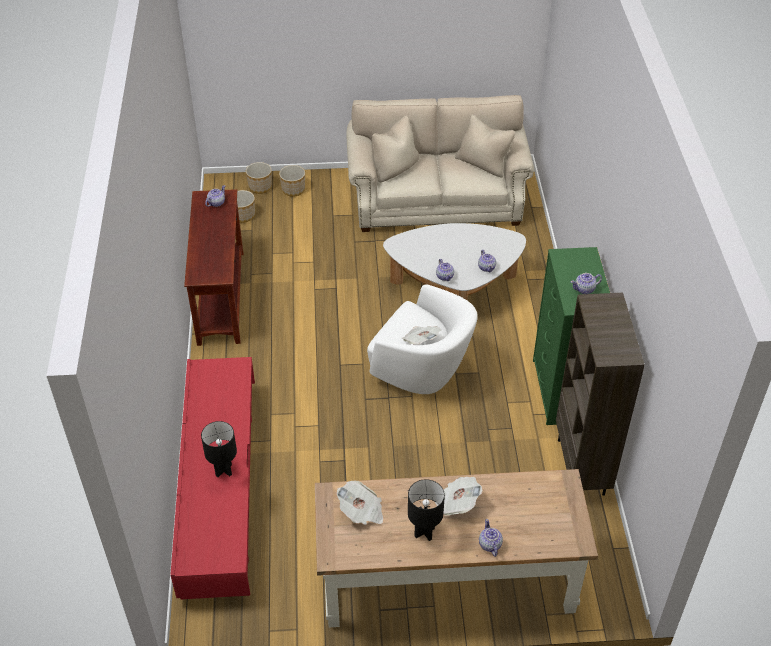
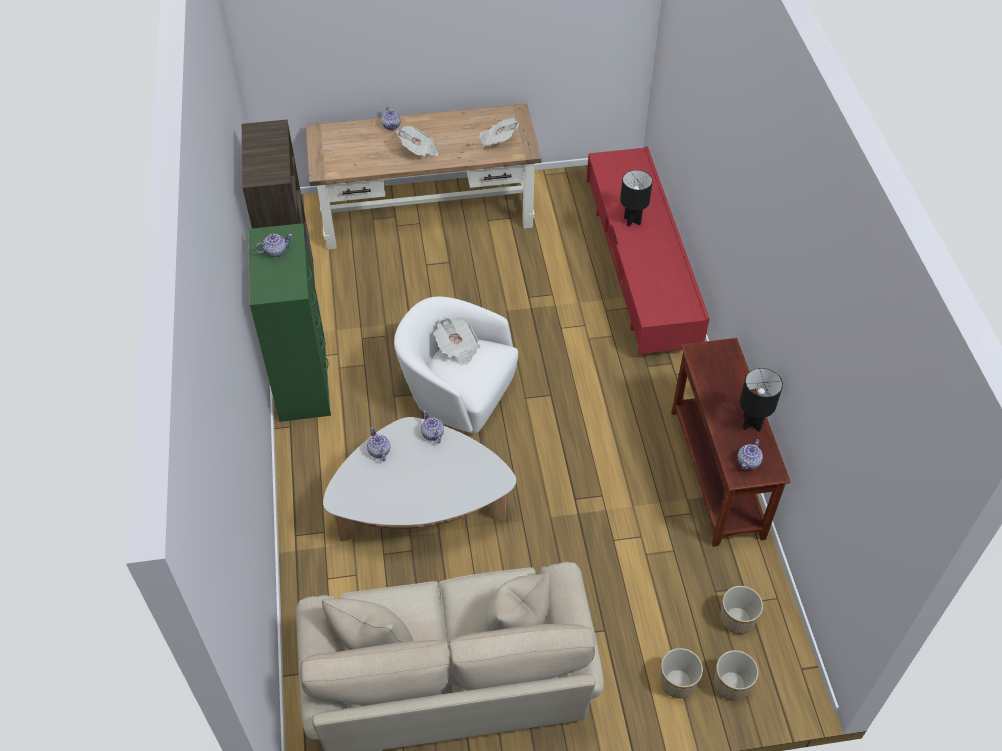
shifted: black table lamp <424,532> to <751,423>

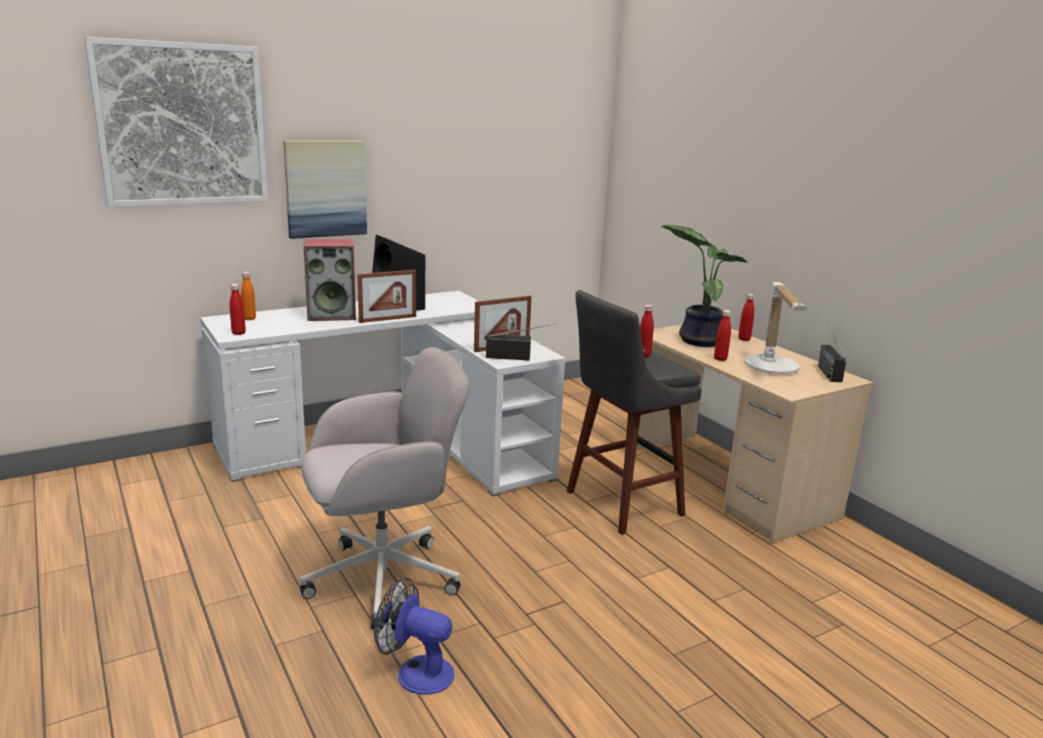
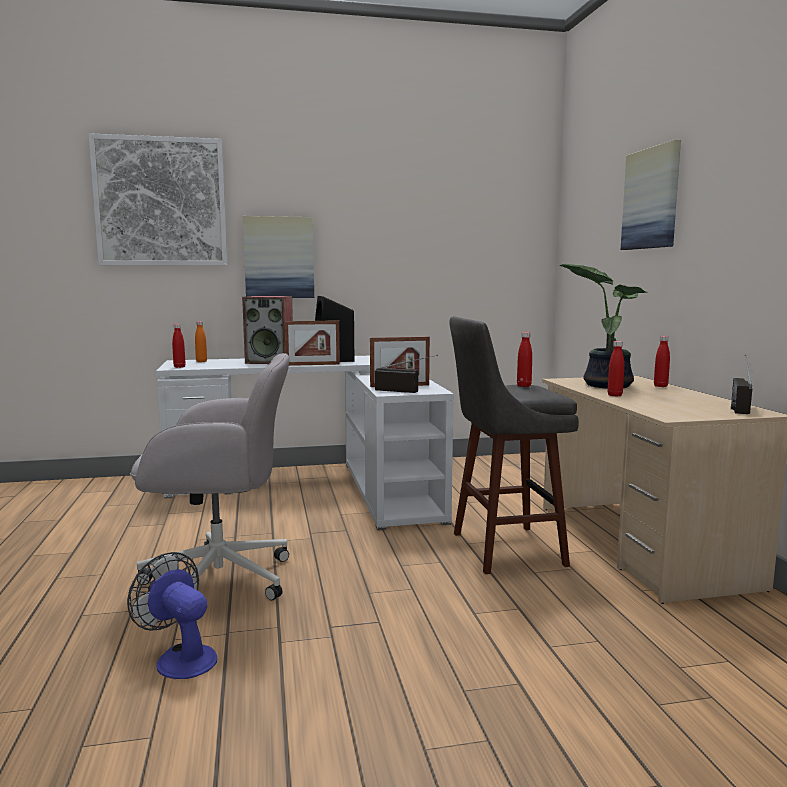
gone: table lamp <772,369>
new: picture <651,198>

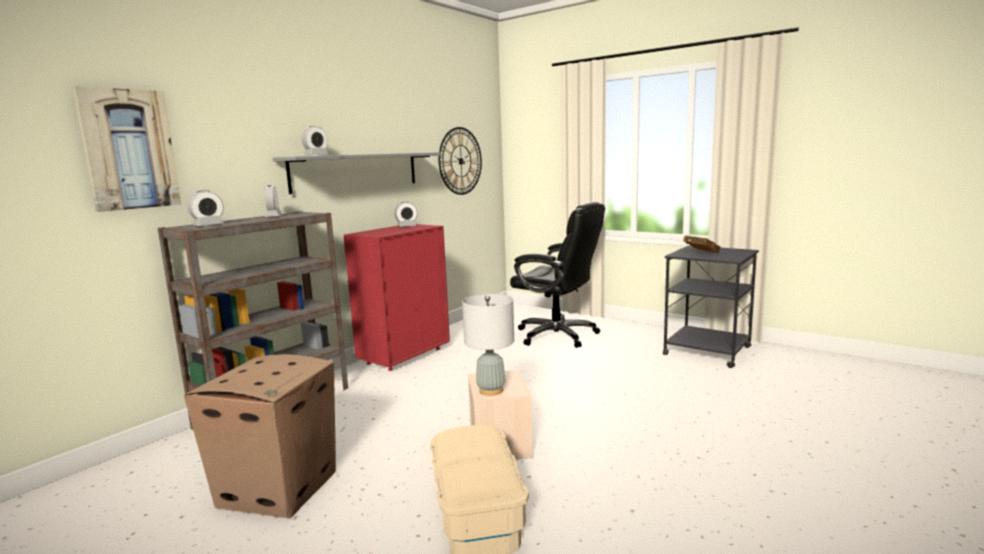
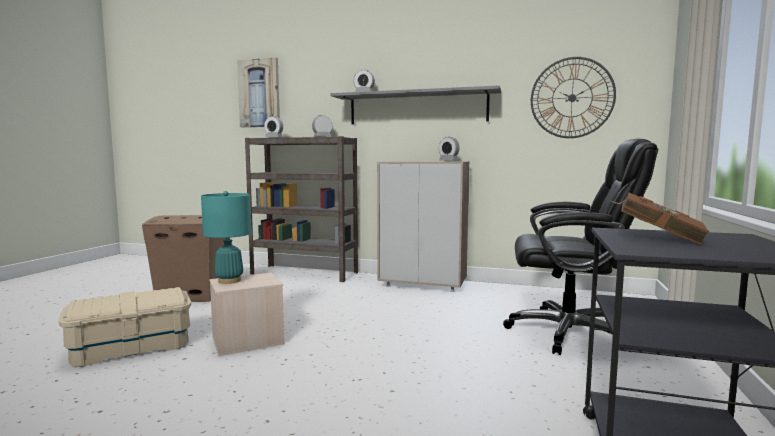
repainted: red cabinet <405,355> to beige cabinet <424,284>; grey table lamp <491,390> to turquoise table lamp <229,280>
rotated: black office chair <557,335> = <568,332> 90 degrees counterclockwise

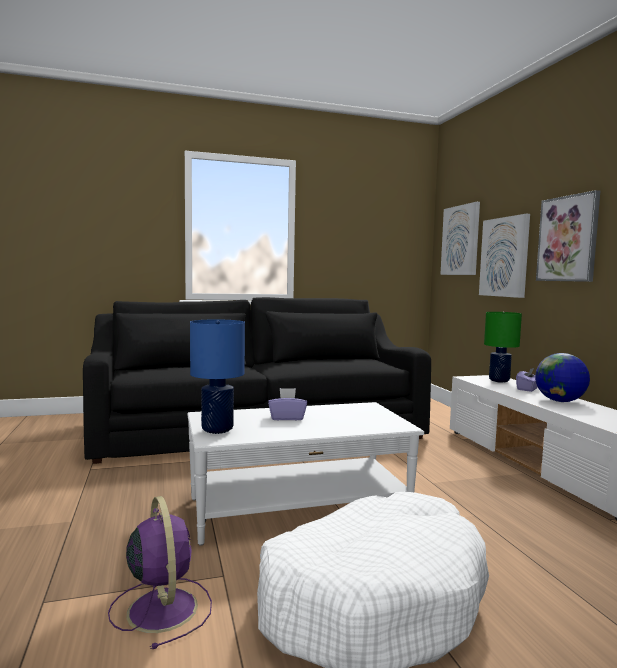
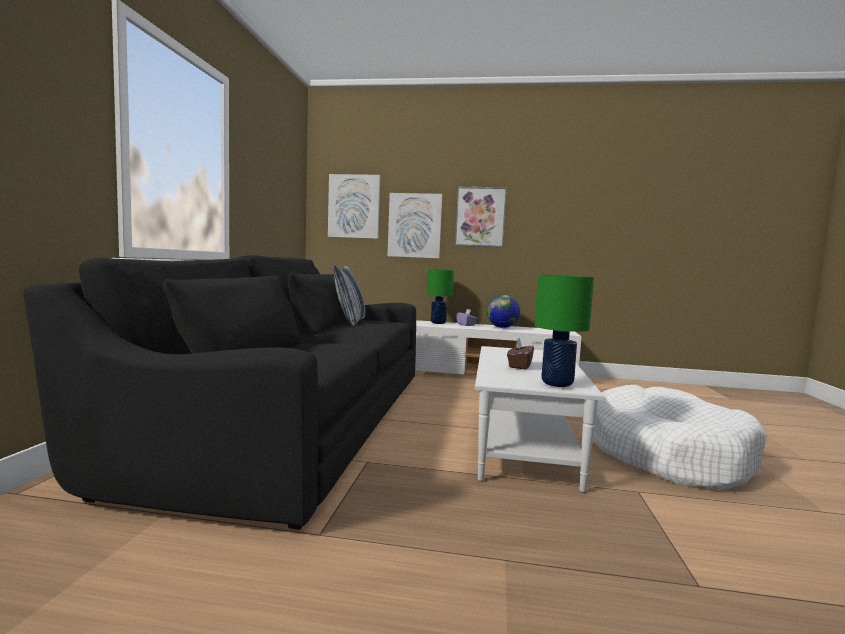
gone: purple fan <162,607>
new: pillow <350,322>
repainted: blue table lamp <217,431> to green table lamp <557,385>; purple tissue box <287,417> to brown tissue box <519,366>

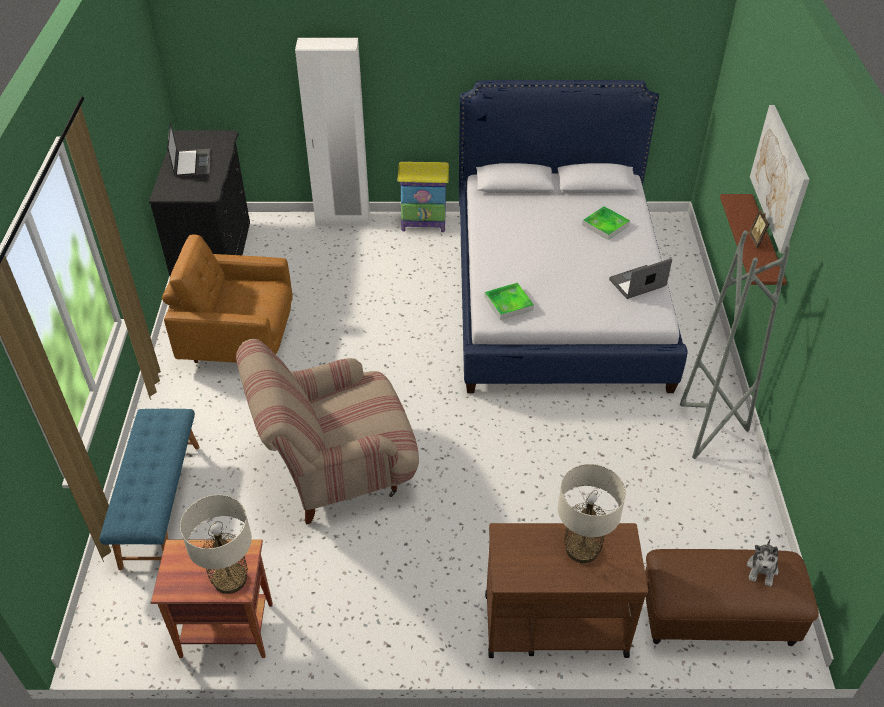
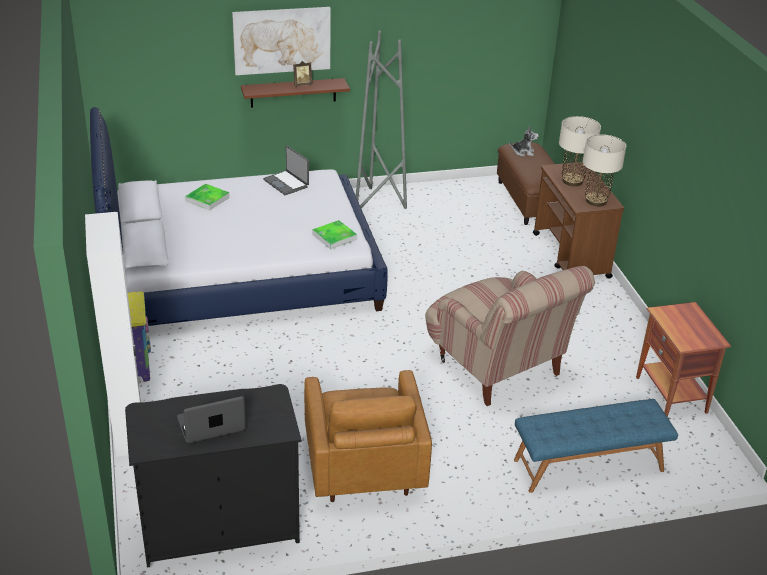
shifted: table lamp <230,579> to <596,201>

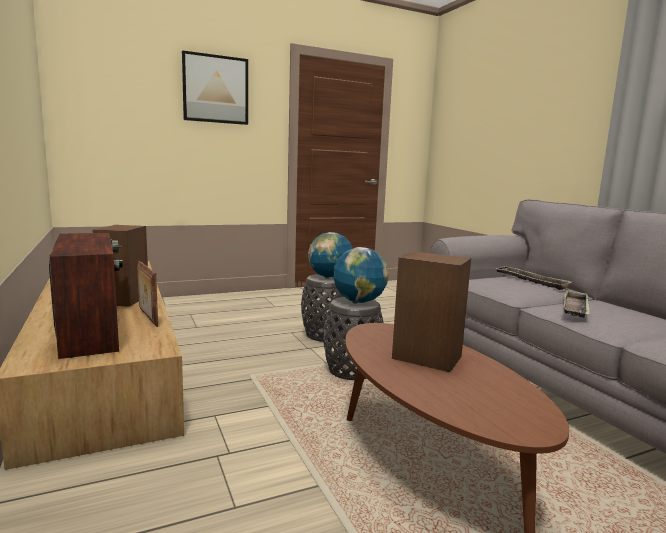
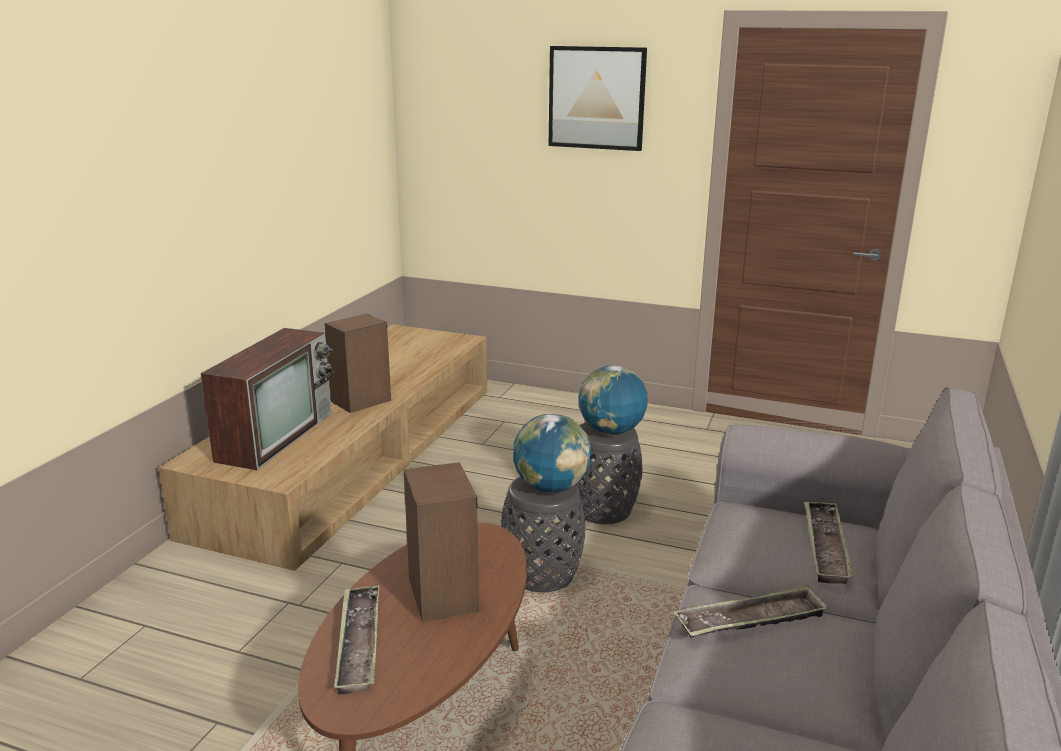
gone: picture frame <147,317>
new: tray <359,643>

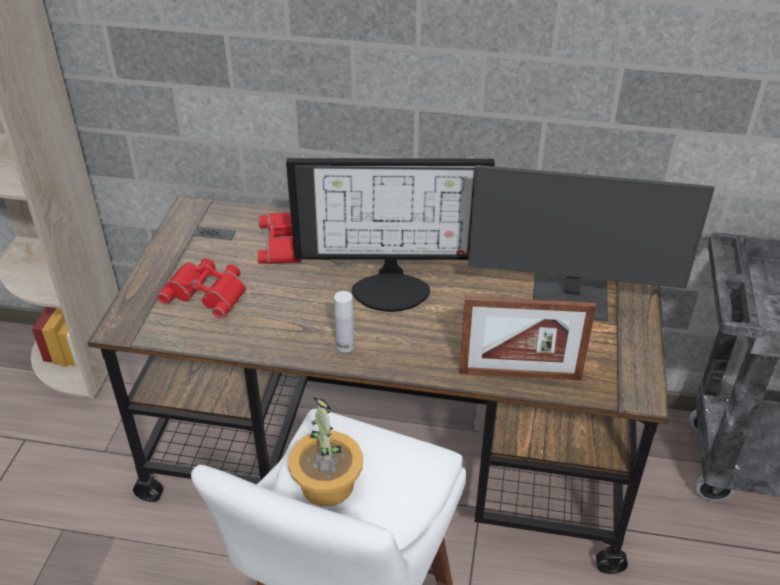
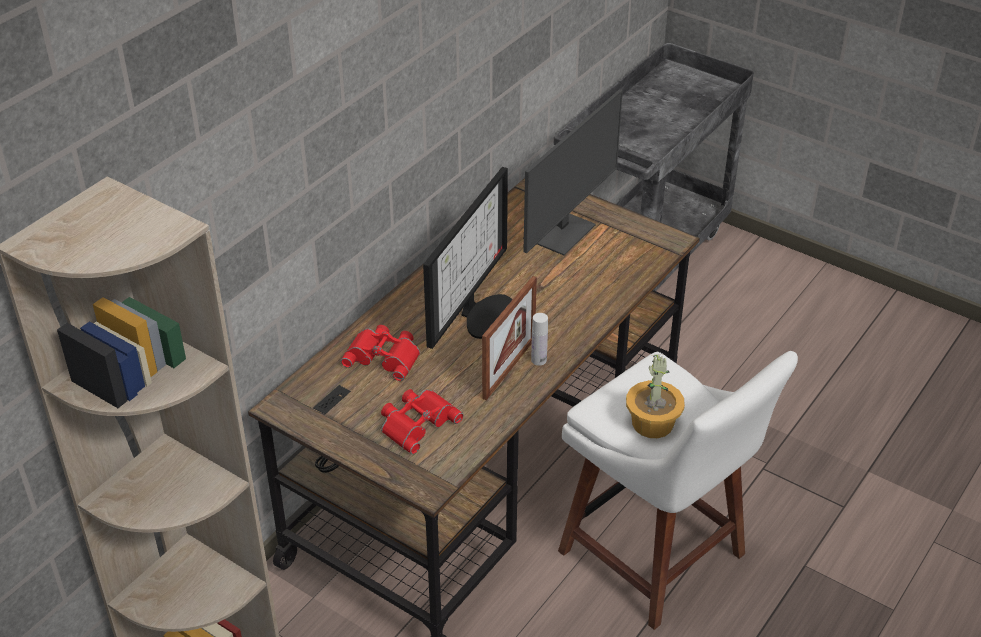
shifted: picture frame <520,375> to <509,368>

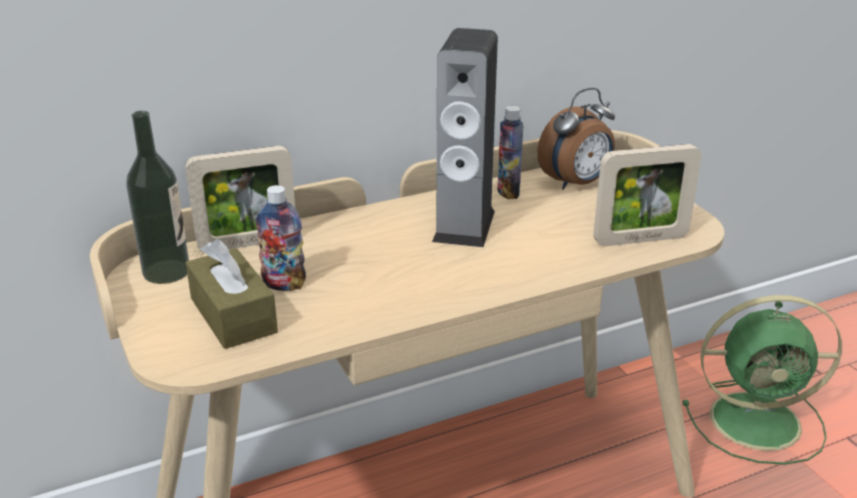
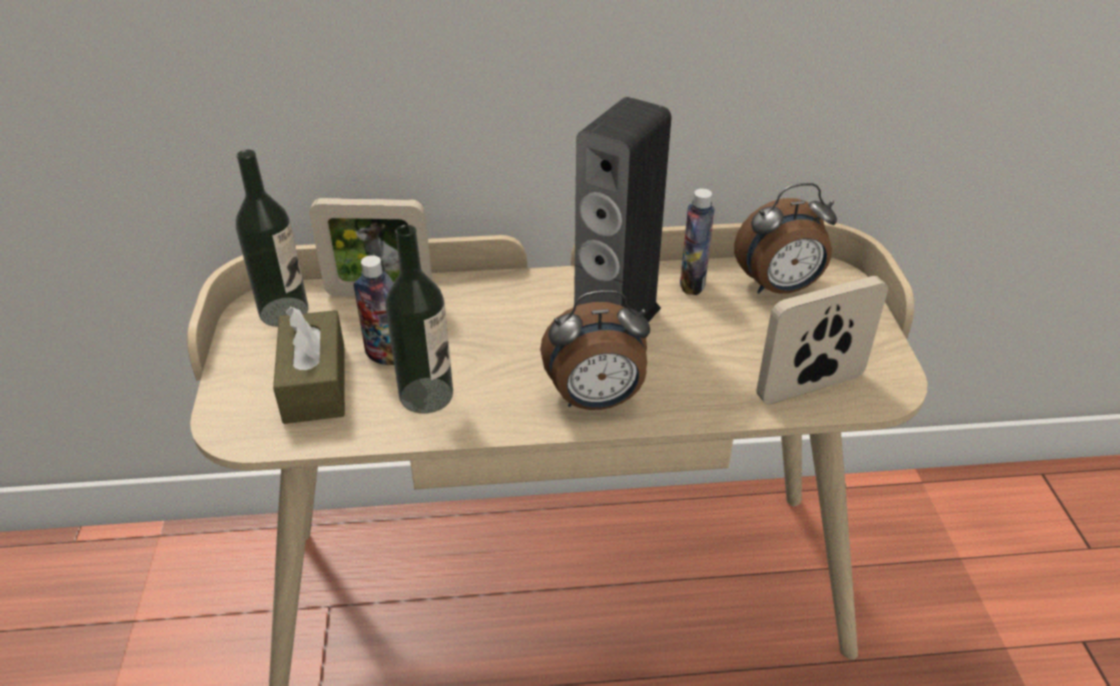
gone: green fan <759,421>
new: bottle <426,395>; alarm clock <596,401>
rotated: picture frame <640,239> = <810,387> 150 degrees clockwise

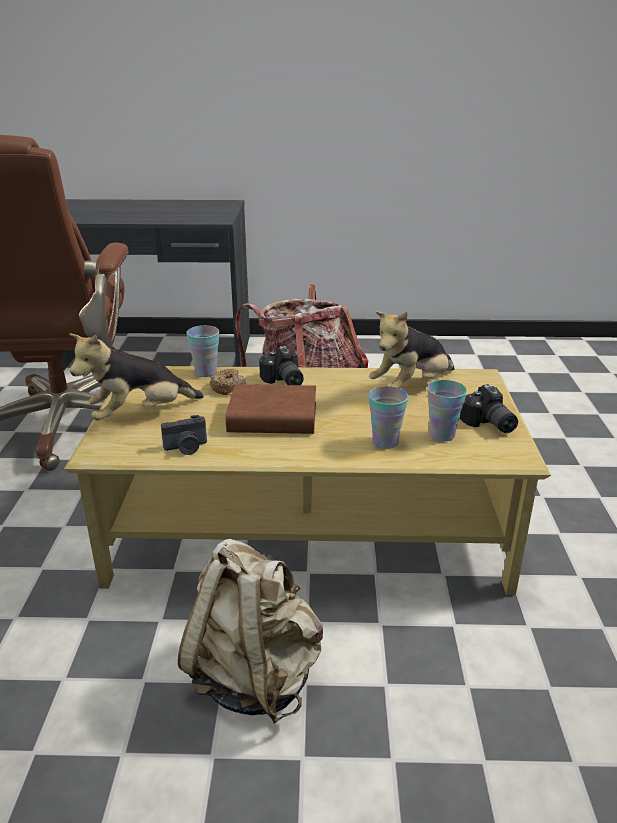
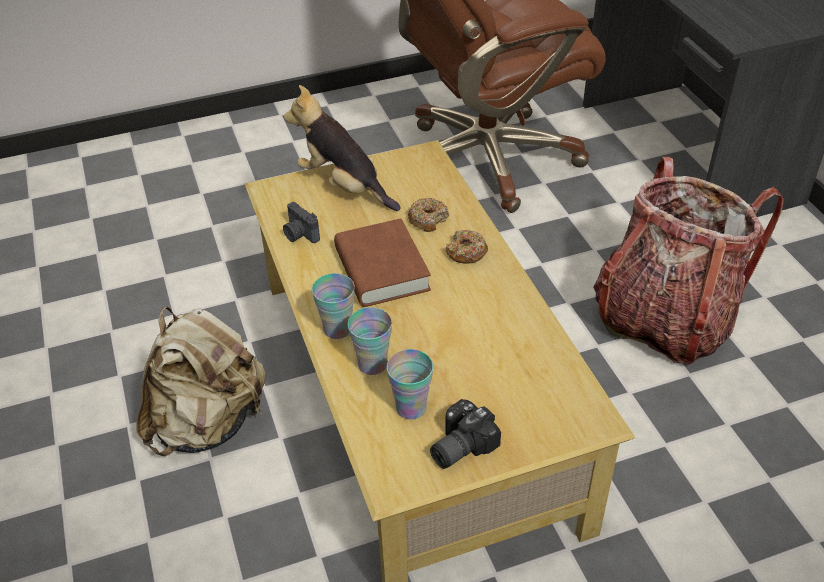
gone: plush toy <411,387>
shifted: cup <206,372> to <337,329>
swapped: photo camera <283,381> to donut <466,252>

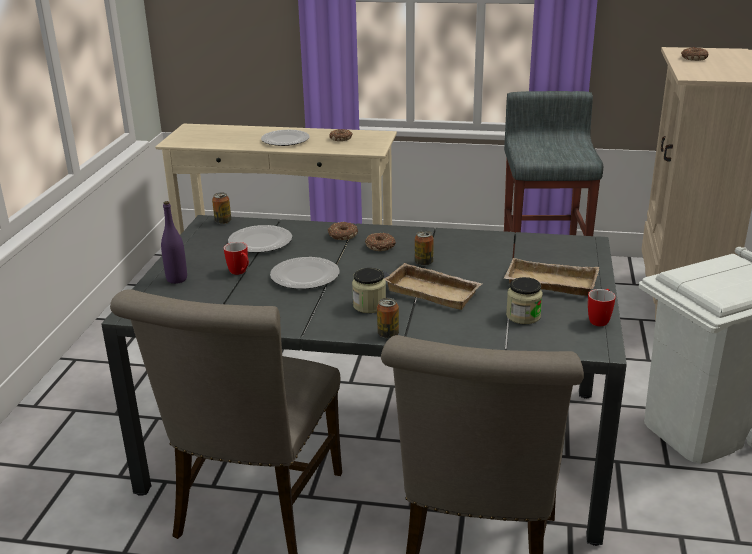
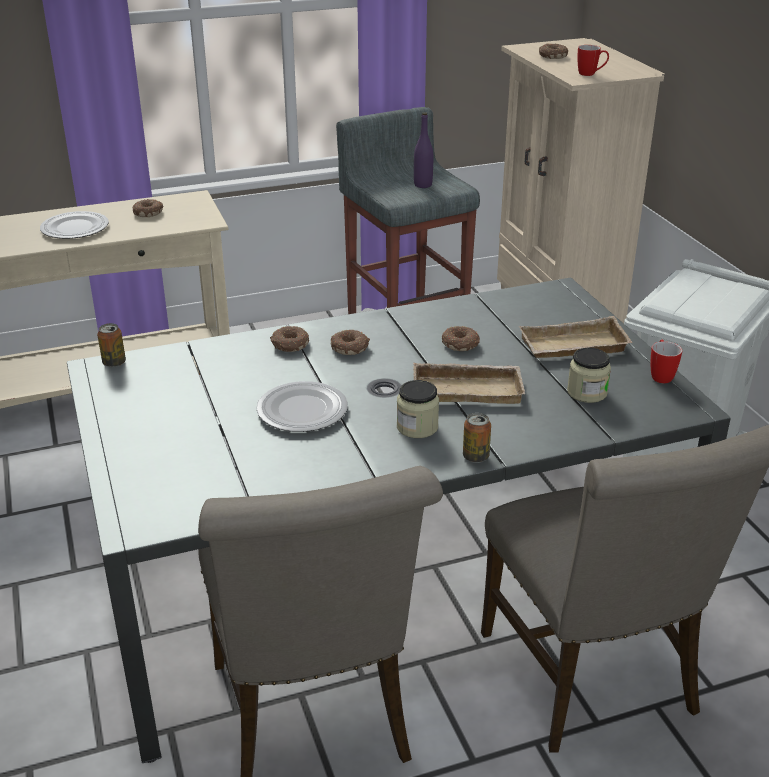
gone: plate <261,242>; can <423,263>
new: donut <461,344>
shifted: purple bottle <177,279> to <423,185>; mug <240,273> to <591,74>

